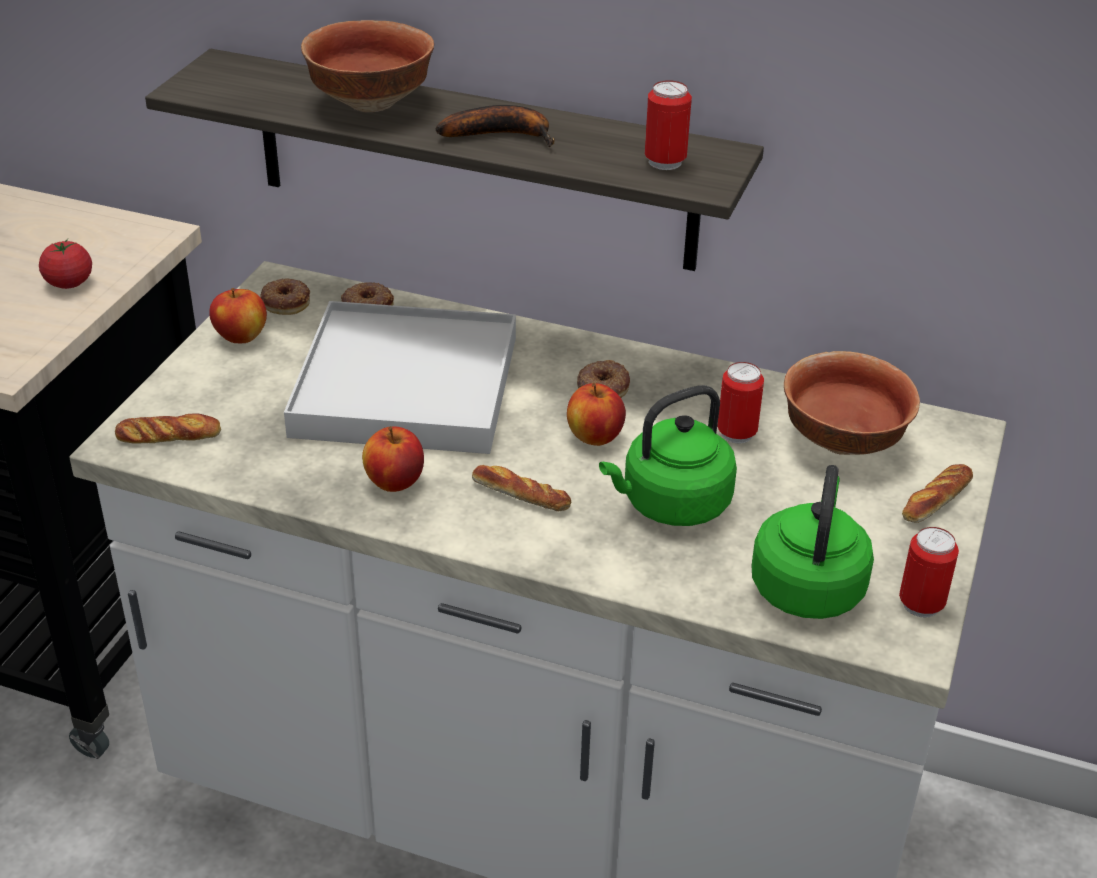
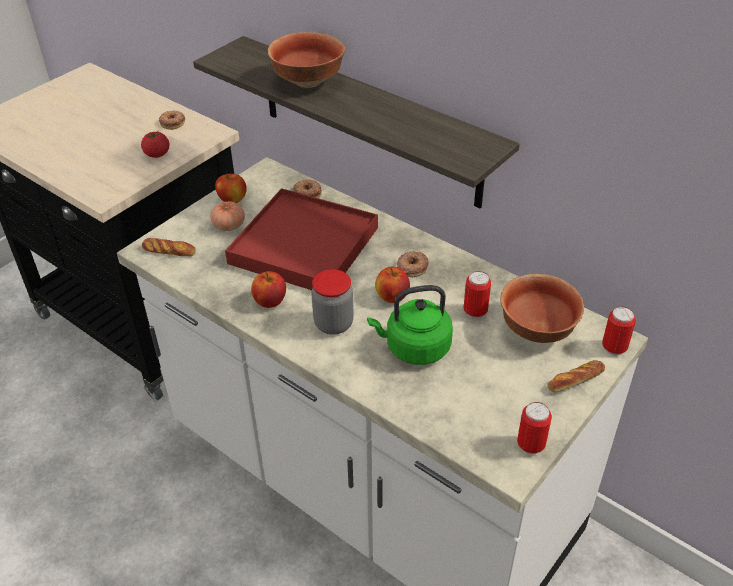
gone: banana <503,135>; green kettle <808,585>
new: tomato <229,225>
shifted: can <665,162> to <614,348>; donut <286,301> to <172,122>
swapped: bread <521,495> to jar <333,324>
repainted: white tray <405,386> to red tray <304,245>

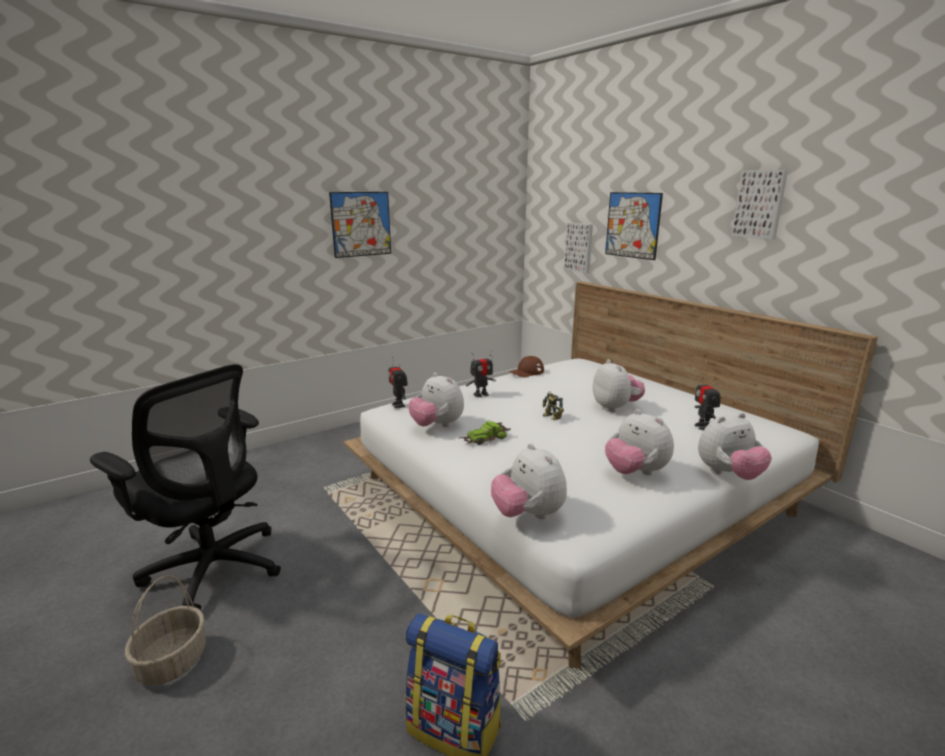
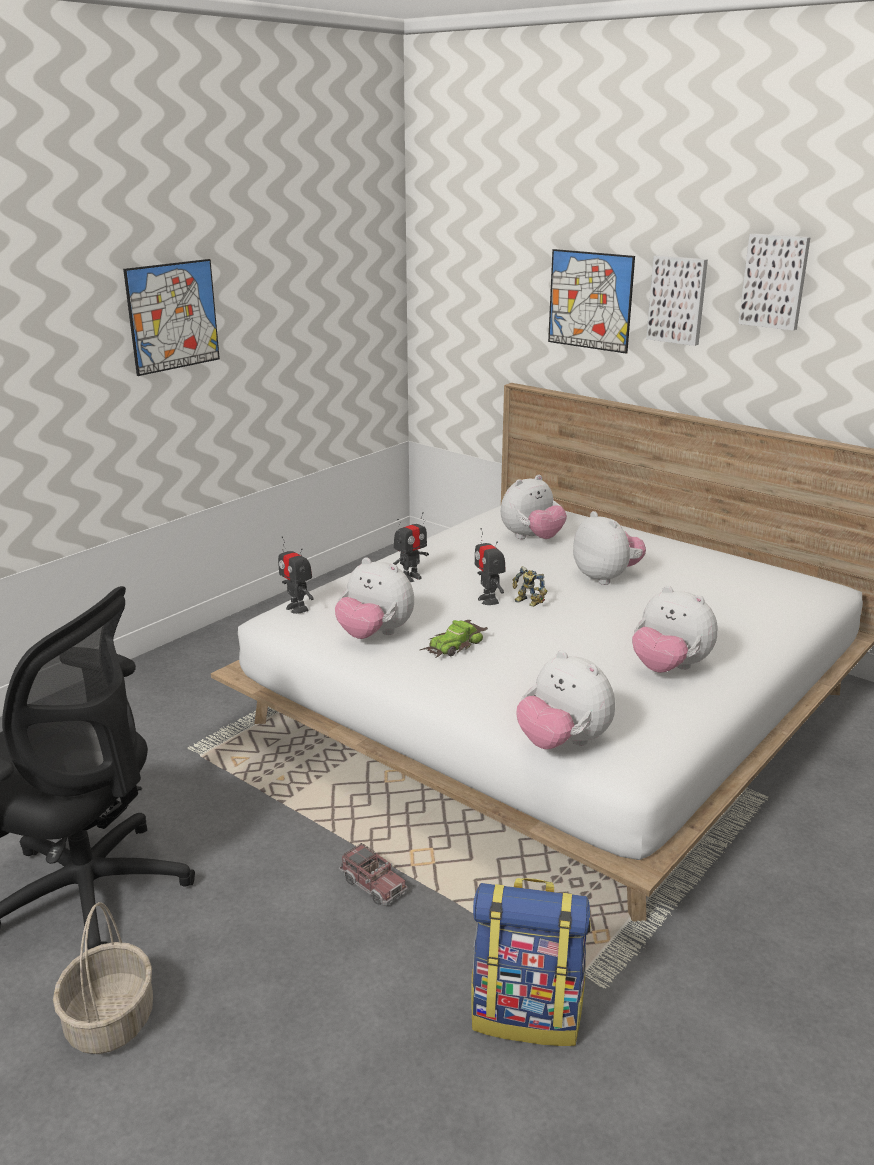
gone: brown cap <526,372>
new: toy truck <373,885>
shifted: picture <579,247> to <678,299>; toy robot <703,427> to <488,600>; plush toy <728,475> to <531,538>

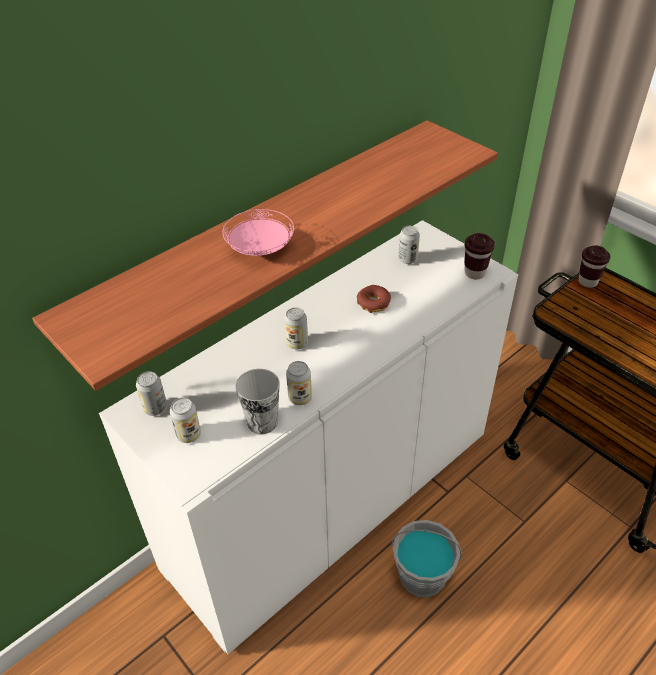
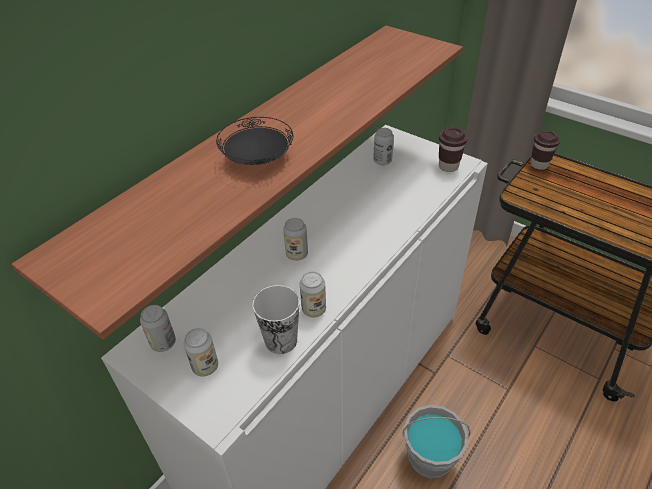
gone: donut <373,303>
repainted: pink plate <260,248> to black plate <257,158>

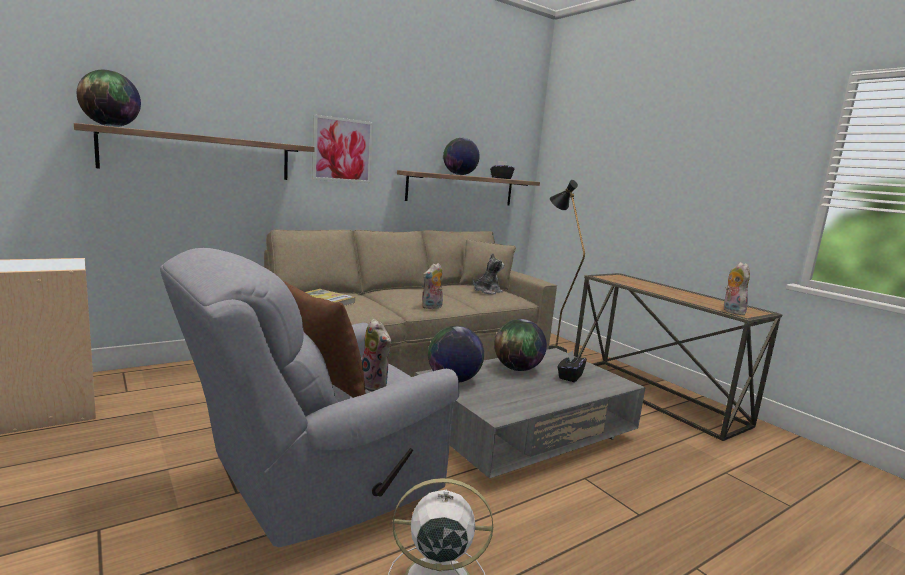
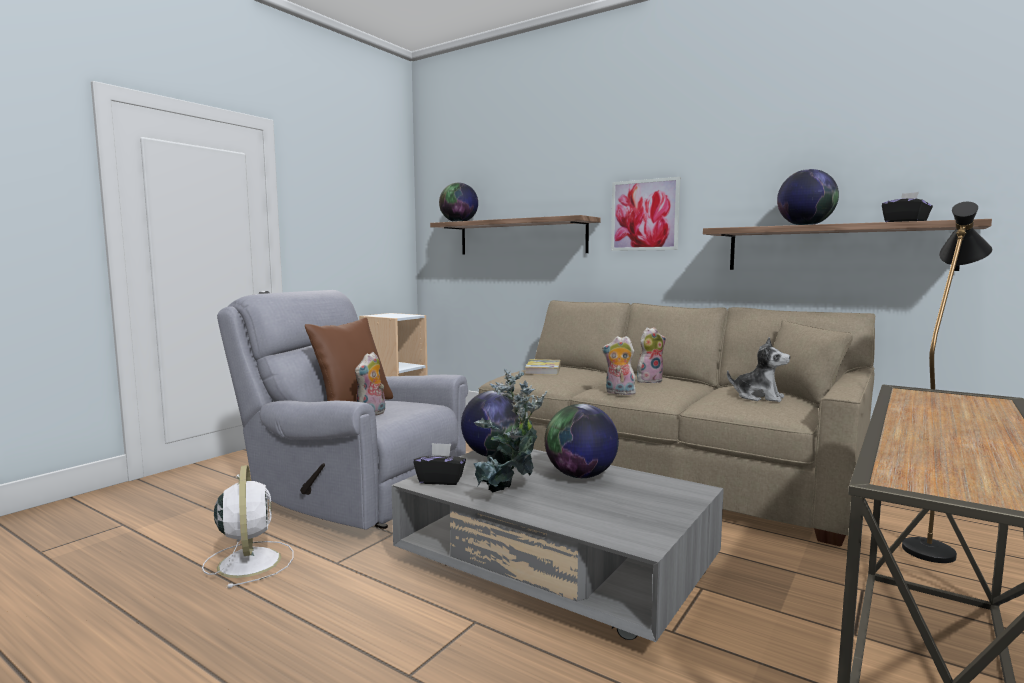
new: potted plant <509,493>
shifted: plush toy <731,311> to <649,380>; black tissue box <570,376> to <440,480>

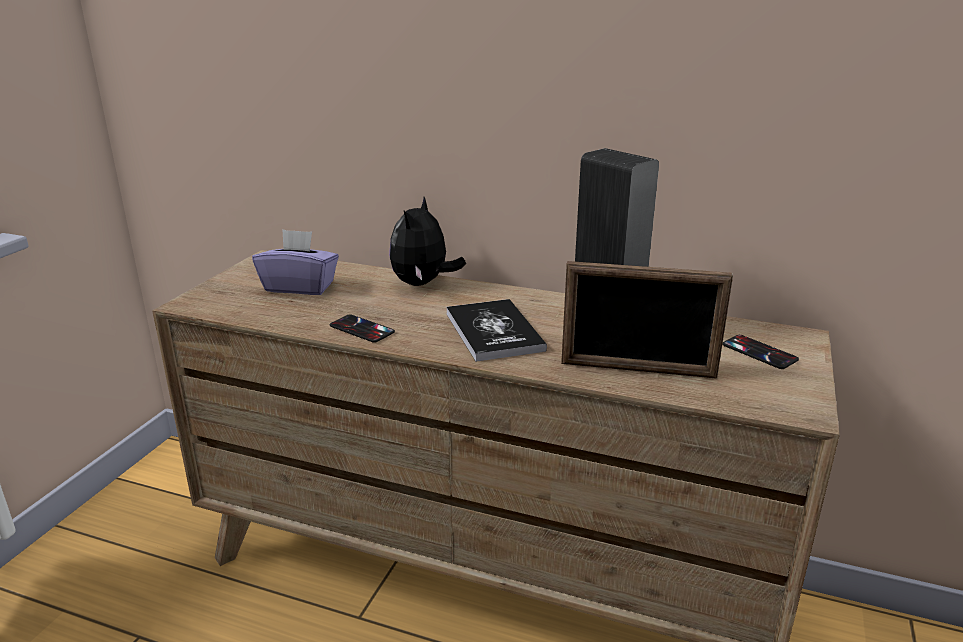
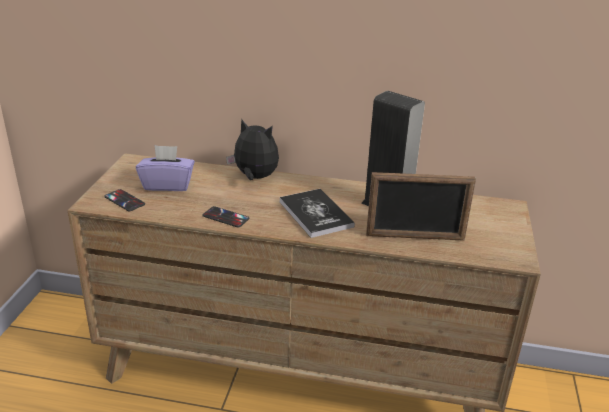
shifted: phone <759,352> to <124,200>
rotated: plush toy <423,283> = <254,177> 105 degrees clockwise

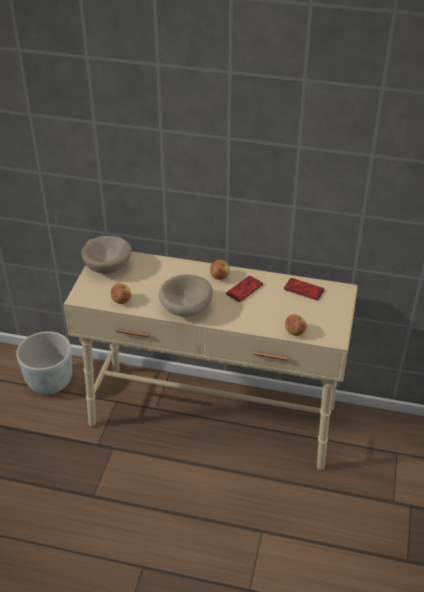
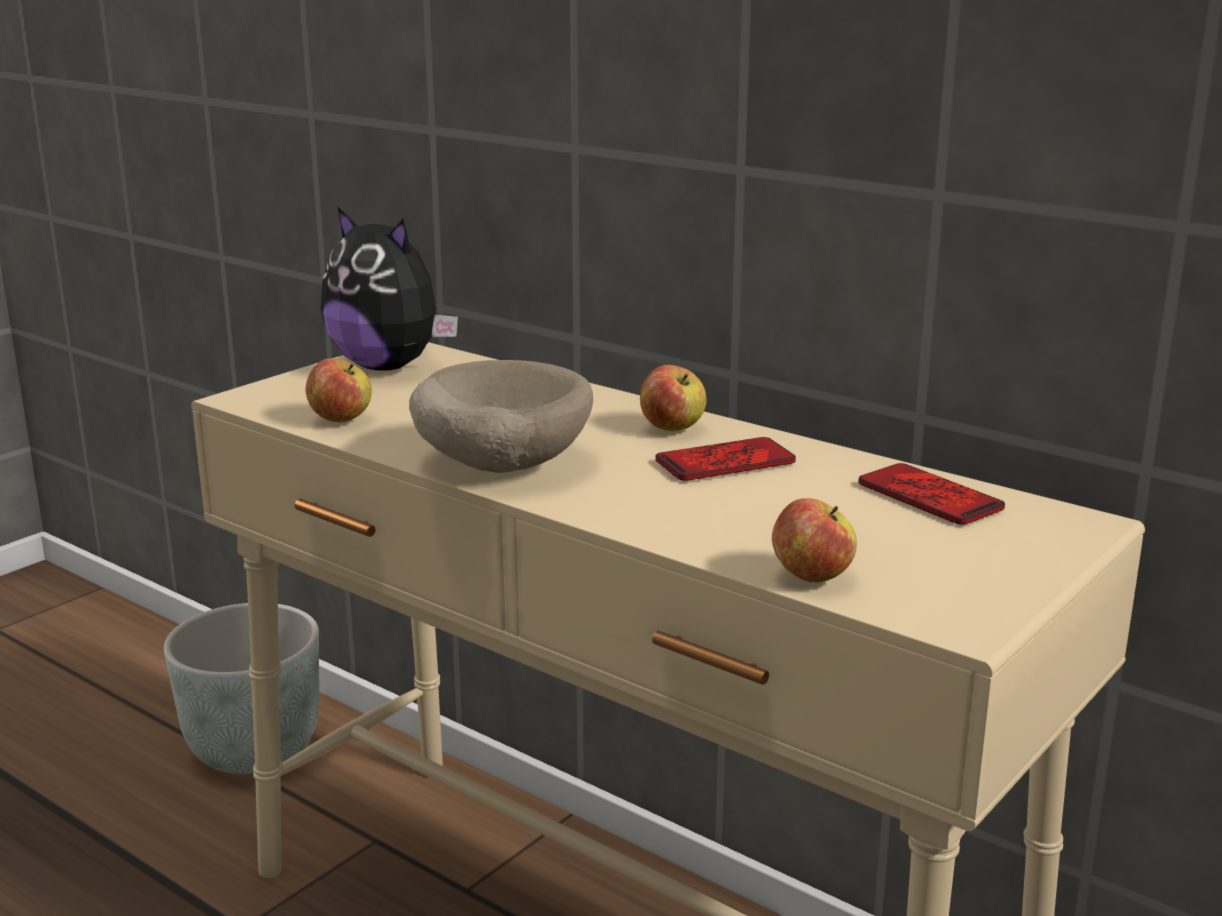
swapped: beige bowl <109,266> to plush toy <389,366>

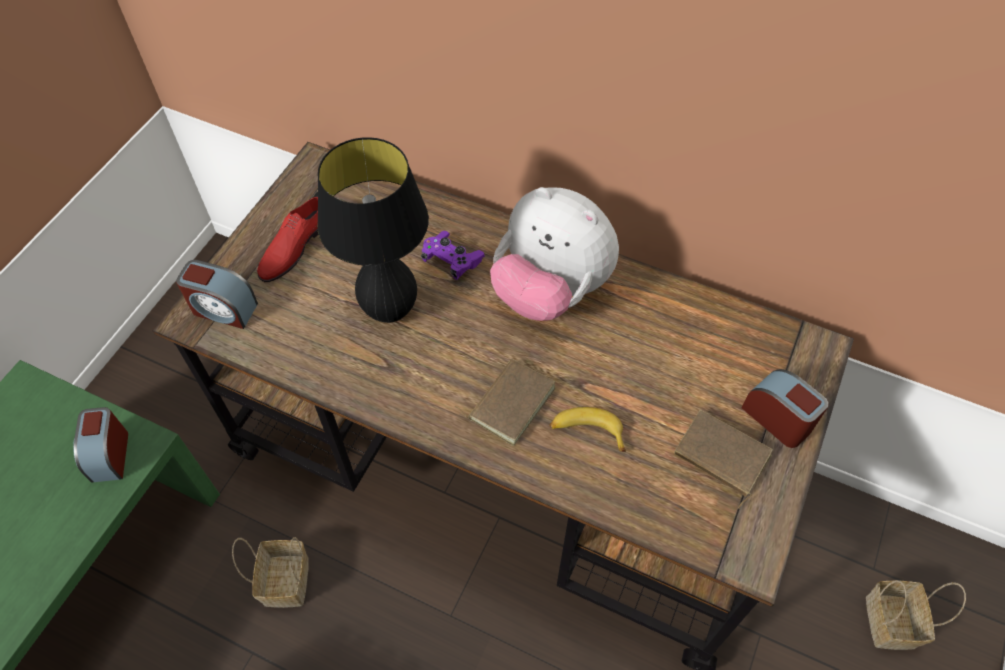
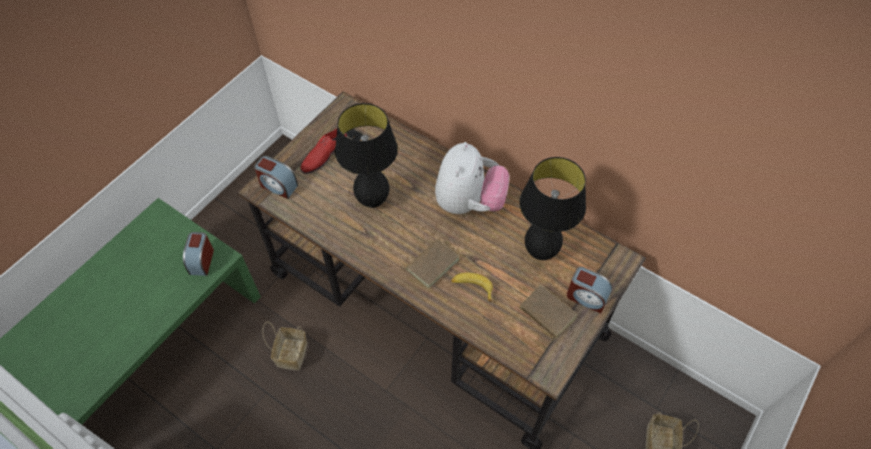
gone: purple game controller <452,261>
new: black table lamp <540,252>
rotated: plush toy <550,290> = <469,202> 120 degrees counterclockwise; alarm clock <777,418> = <586,297> 150 degrees clockwise

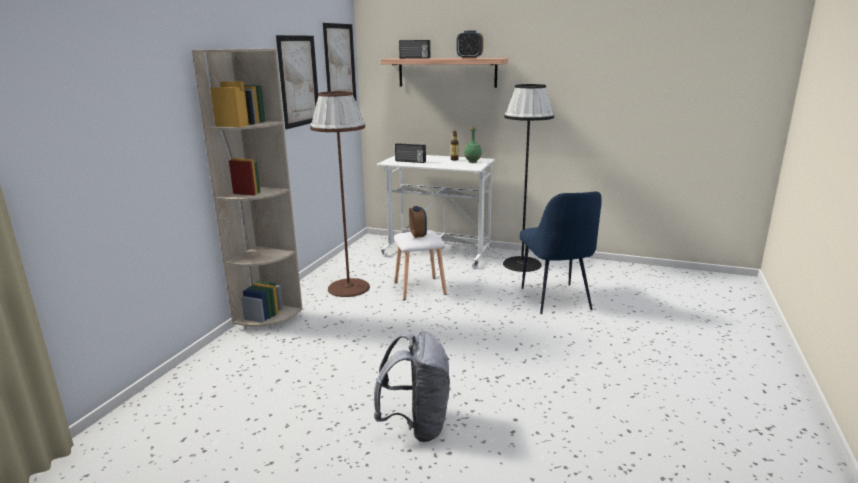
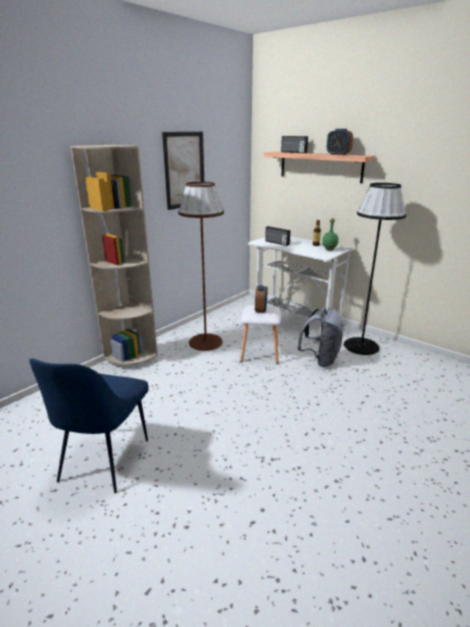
gone: picture <339,64>
shifted: blue chair <556,299> to <105,460>; grey backpack <417,425> to <320,359>

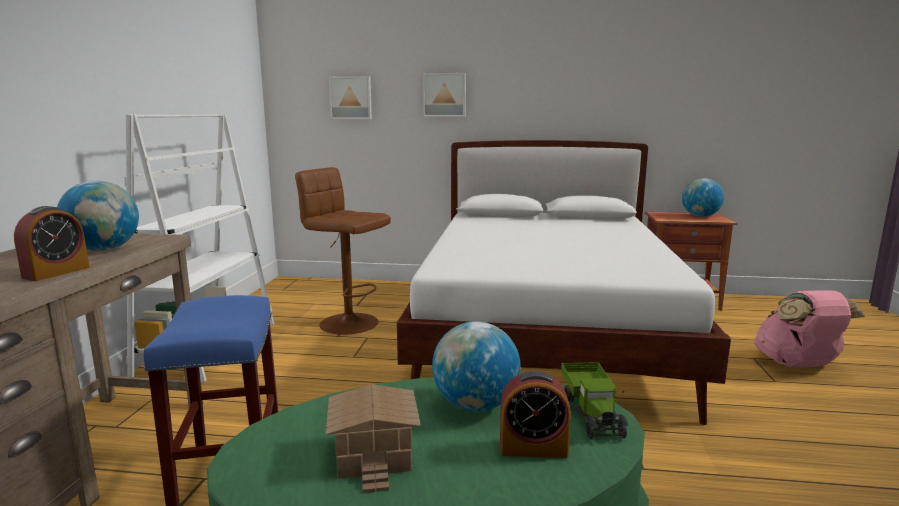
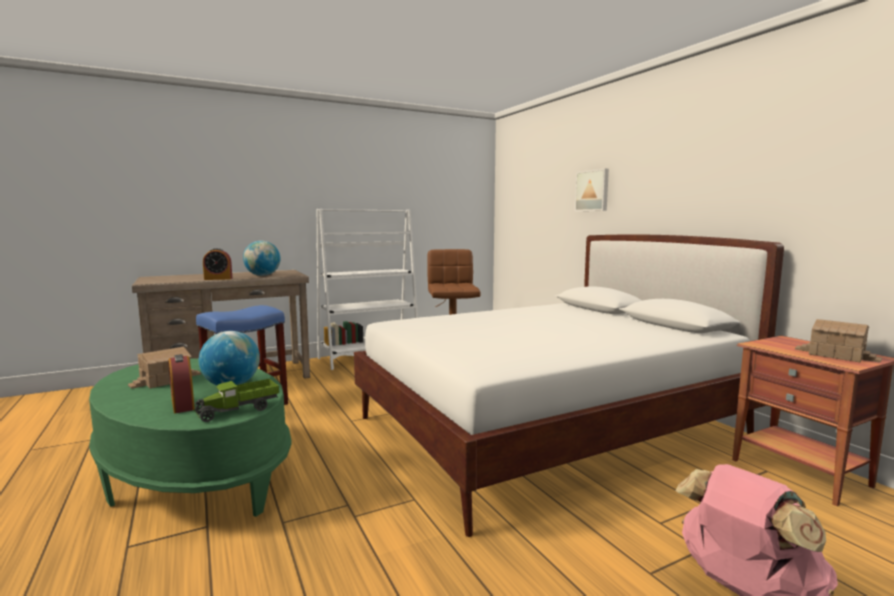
gone: picture <351,98>
swapped: globe <700,216> to toy house <836,354>

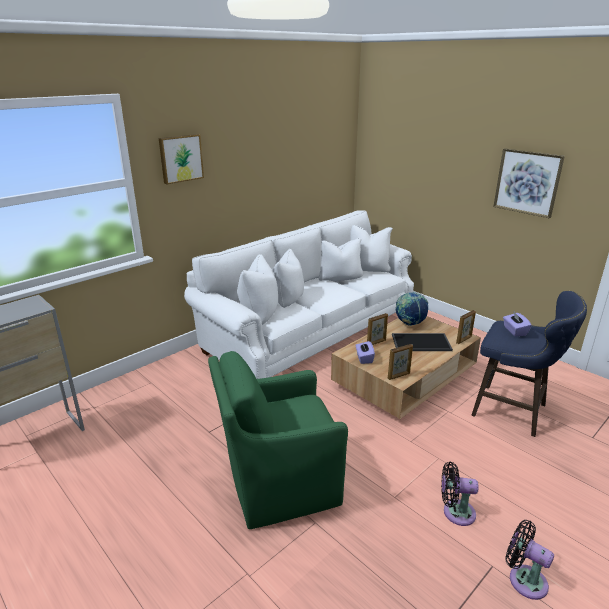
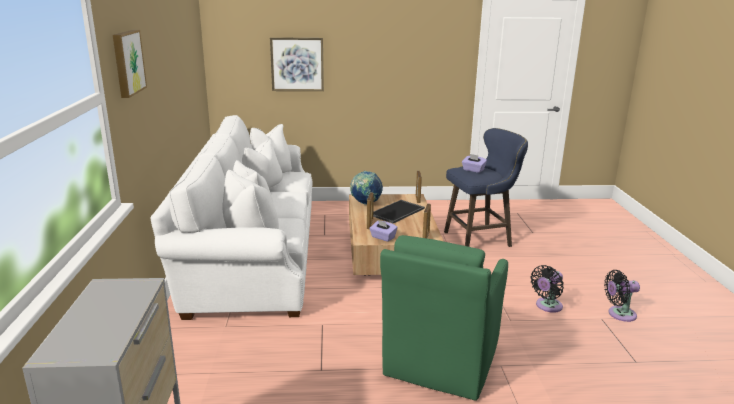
shifted: picture <527,182> to <297,64>

